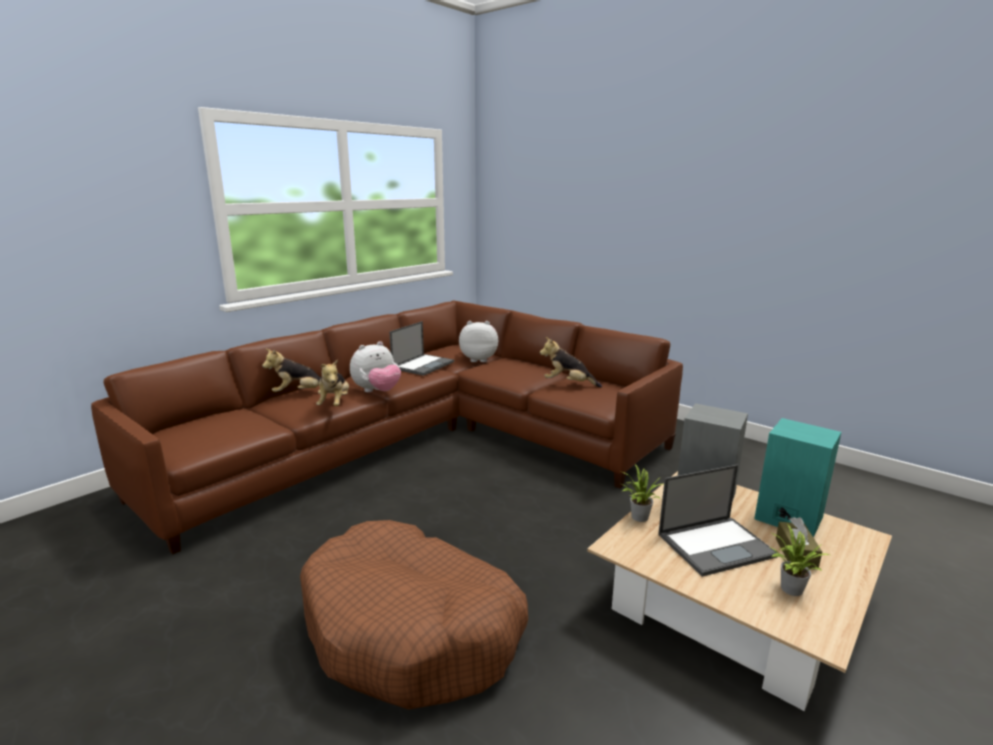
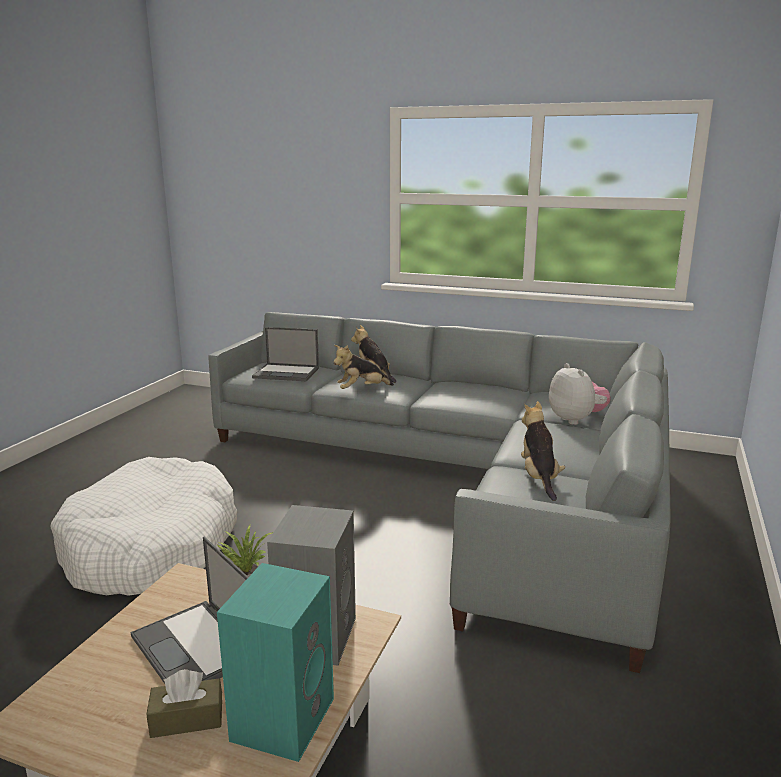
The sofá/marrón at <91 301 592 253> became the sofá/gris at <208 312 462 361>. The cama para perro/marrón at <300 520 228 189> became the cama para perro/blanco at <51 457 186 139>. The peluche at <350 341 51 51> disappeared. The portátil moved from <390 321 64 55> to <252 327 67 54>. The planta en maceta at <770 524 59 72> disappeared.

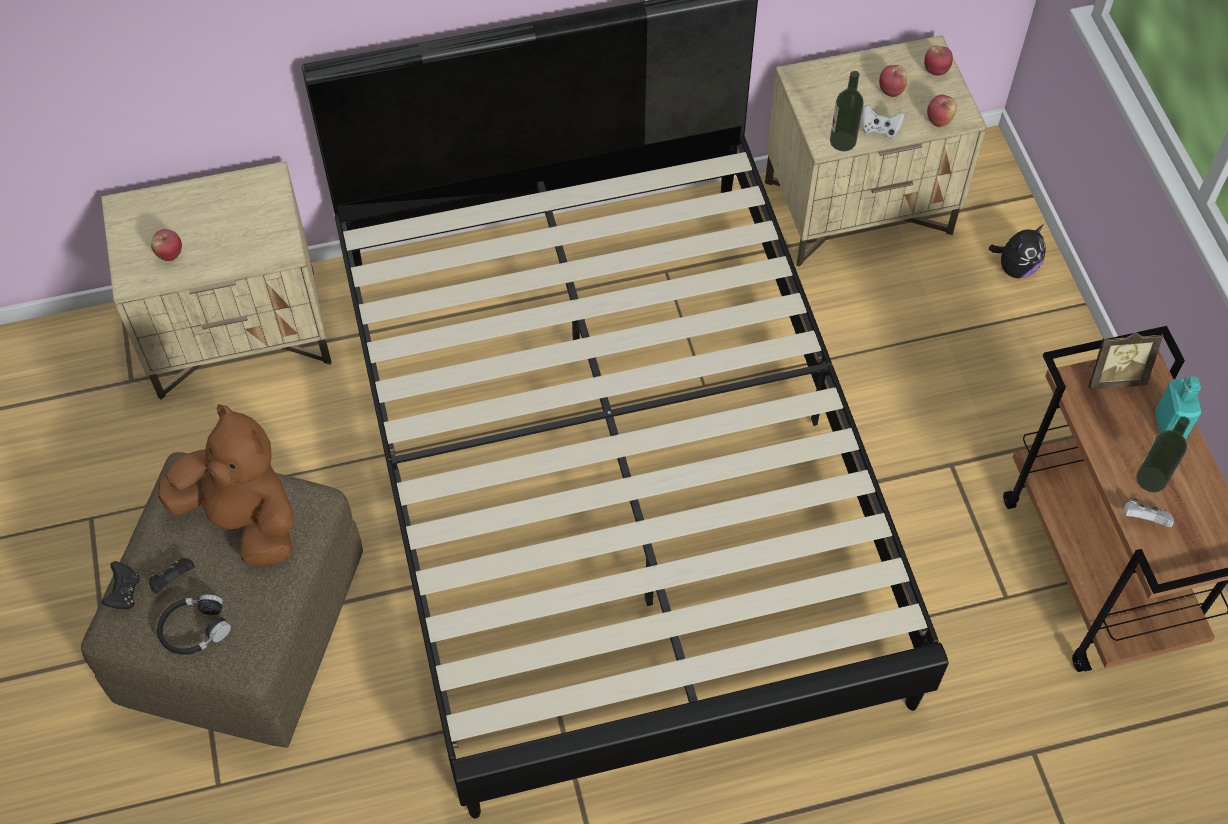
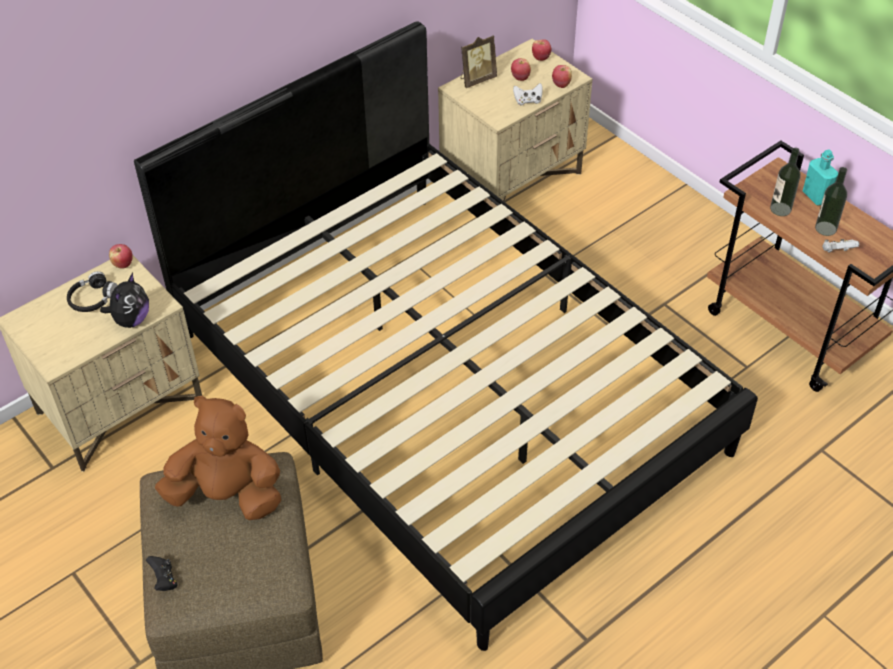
The mando de consola/negro at <149 558 46 35> disappeared. The manzana moved from <151 229 31 32> to <109 244 24 25>. The auriculares/negro moved from <157 594 74 61> to <67 271 51 41>. The botella moved from <830 71 34 80> to <770 148 31 68>. The peluche moved from <989 224 57 54> to <100 273 49 55>. The portarretratos moved from <1088 332 76 58> to <460 35 37 53>.

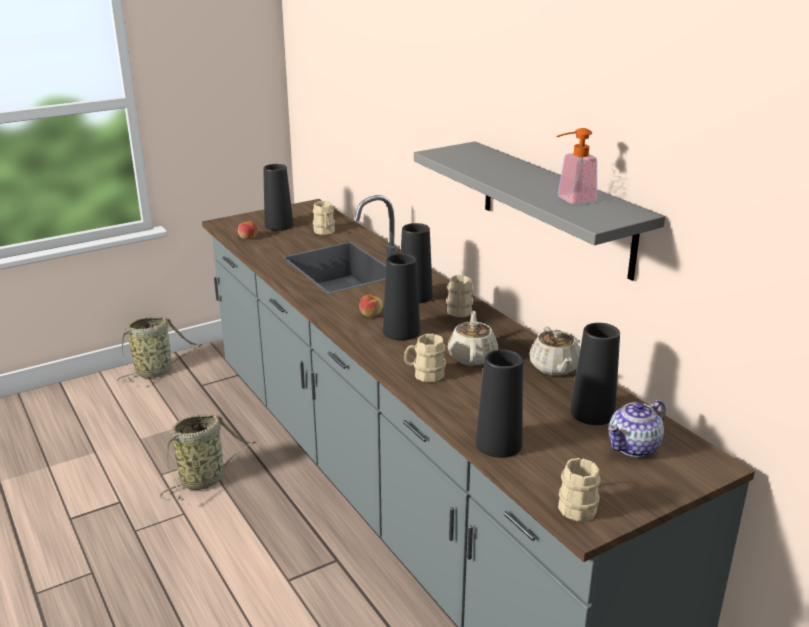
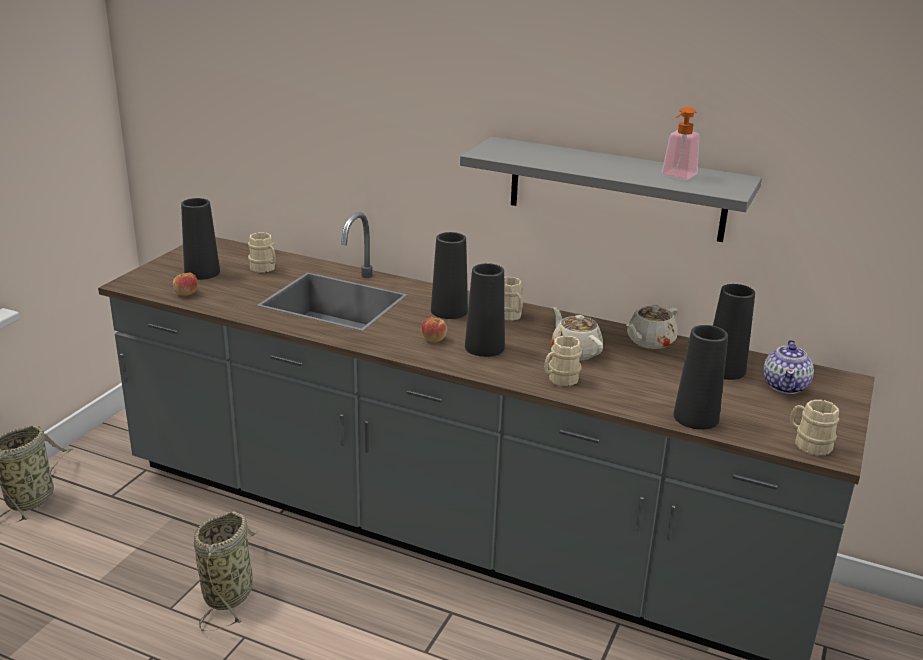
The tetera/beis at <529 327 51 49> turned 90 degrees clockwise.

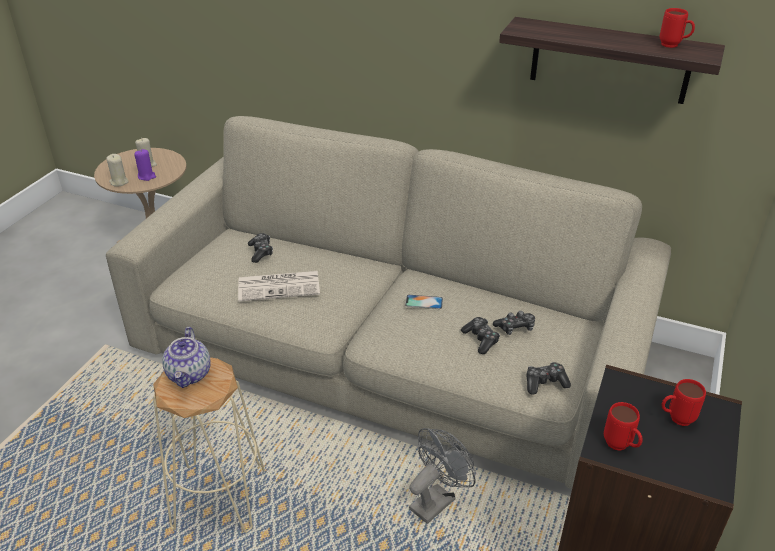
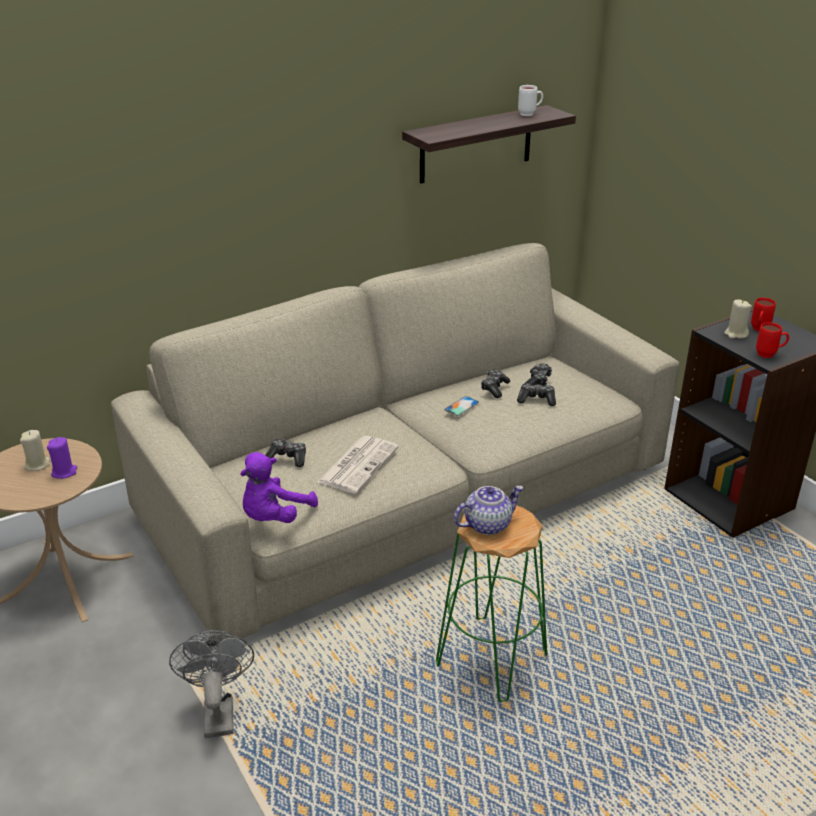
The vela/beis moved from <106 154 23 33> to <724 300 28 39>. The taburete/beis at <153 357 112 176> became the taburete/verde at <436 505 111 197>. The tetera at <162 327 49 61> turned 60 degrees counterclockwise. The ventilador/gris moved from <409 428 67 96> to <169 630 85 108>. The mando de consola moved from <527 362 44 33> to <481 369 29 29>. The taza grande/rojo at <660 8 35 40> became the taza grande/blanco at <518 85 25 31>. The peluche/morado at <240 452 78 71> appeared.

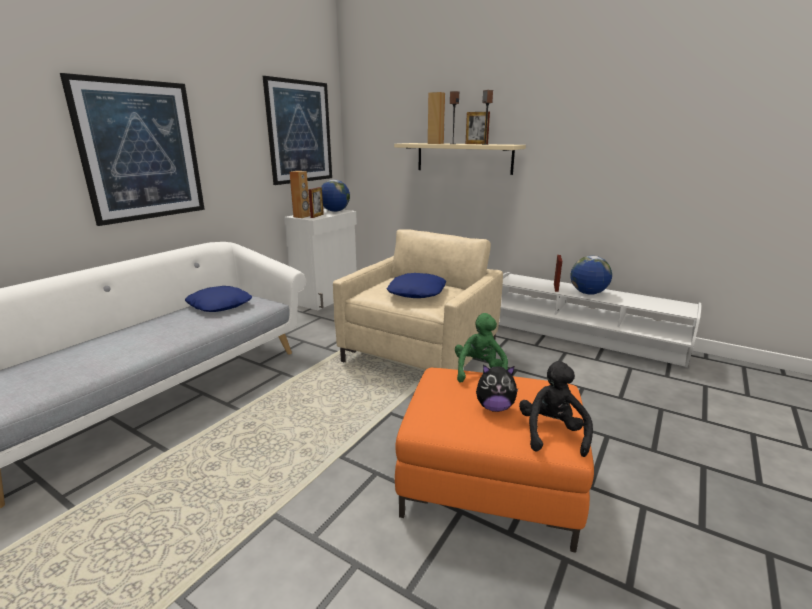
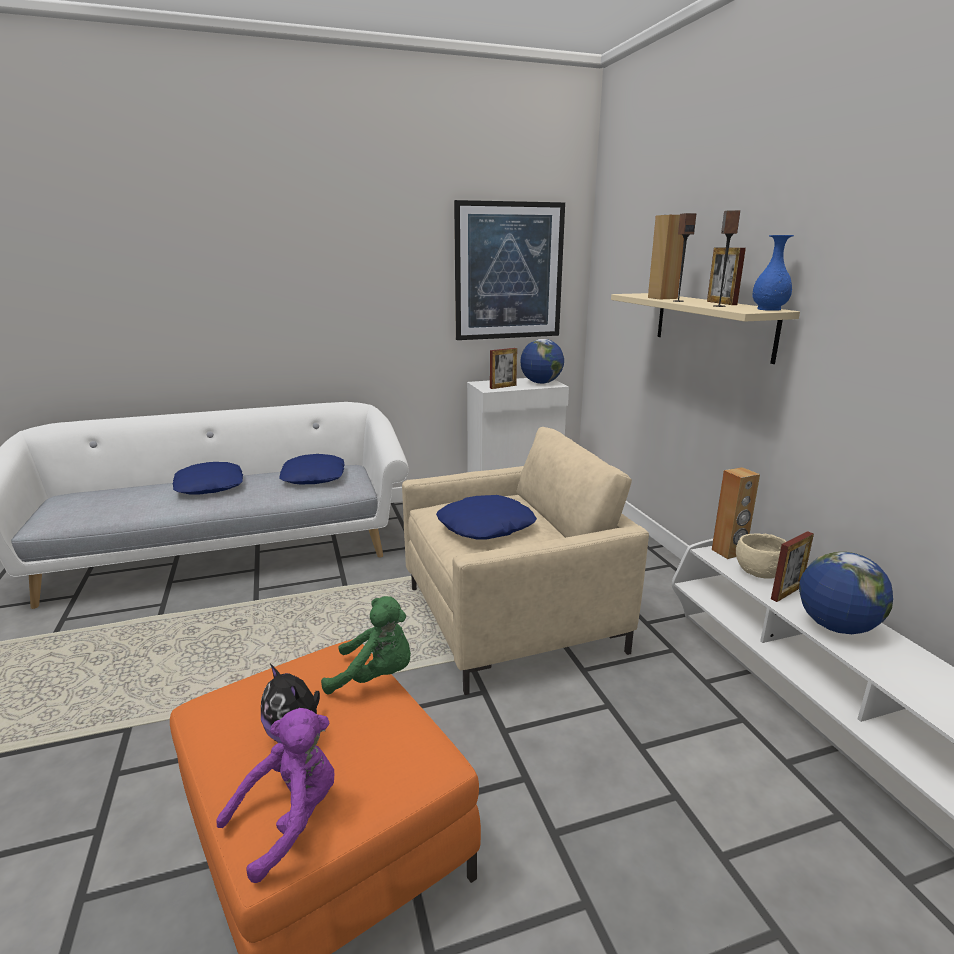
The cuadro at <60 73 145 153> disappeared. The altavoz/marrón moved from <290 171 20 47> to <712 467 48 92>. The peluche/verde at <455 313 53 70> turned 45 degrees clockwise. The peluche/negro at <519 361 74 96> became the peluche/morado at <216 708 119 175>. The cojín/azul at <173 462 70 33> appeared. The cuenco/beis at <736 534 51 45> appeared. The florero/azul at <752 235 42 76> appeared.

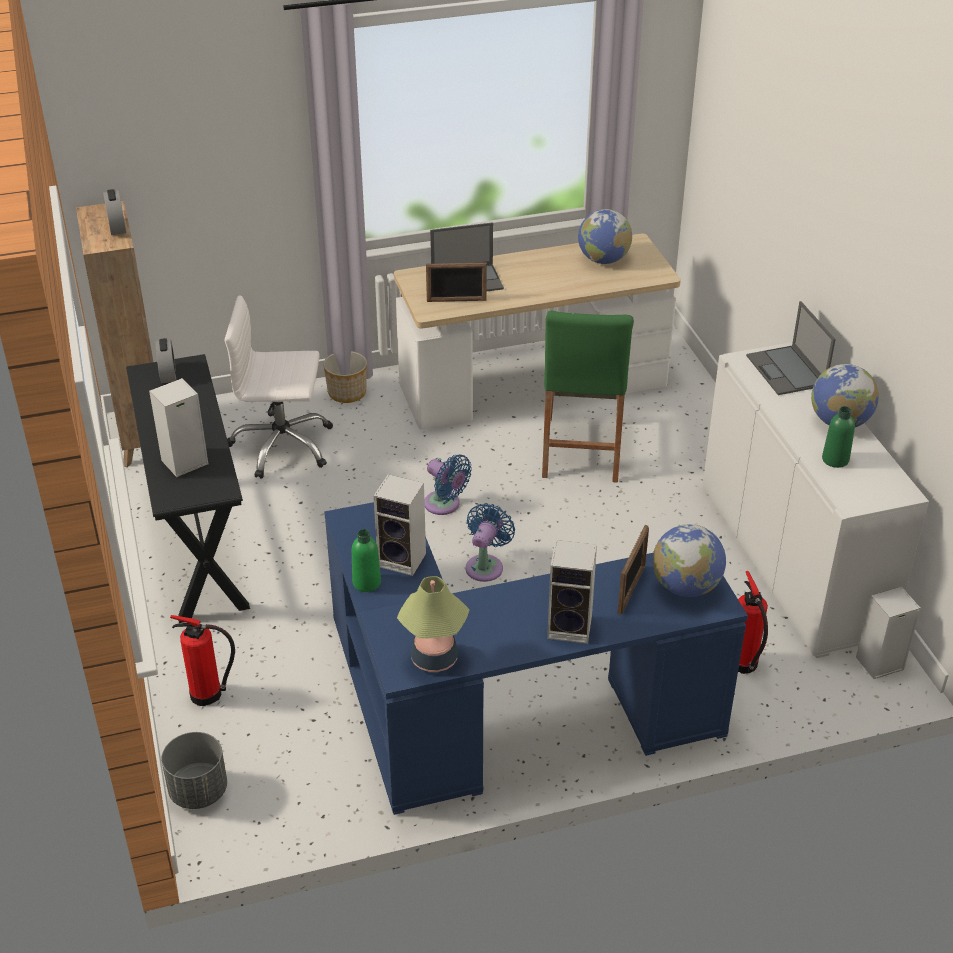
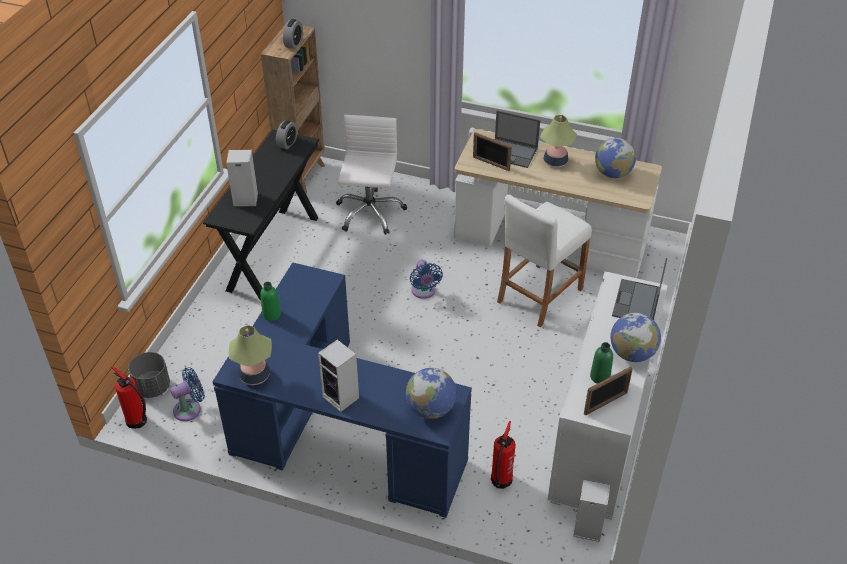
The extintor moved from <170 615 65 91> to <111 366 36 62>. The silla de oficina/blanco at <224 295 109 184> turned 60 degrees clockwise. The maceta at <323 351 44 52> disappeared. The altavoz at <374 474 52 102> disappeared. The ventilador/azul moved from <466 503 49 79> to <170 367 35 54>. The taburete/verde at <542 310 92 173> became the taburete/blanco at <497 195 95 132>. The portarretratos moved from <617 525 32 90> to <584 366 49 49>. The lámpara de mesa at <540 115 37 52> appeared.

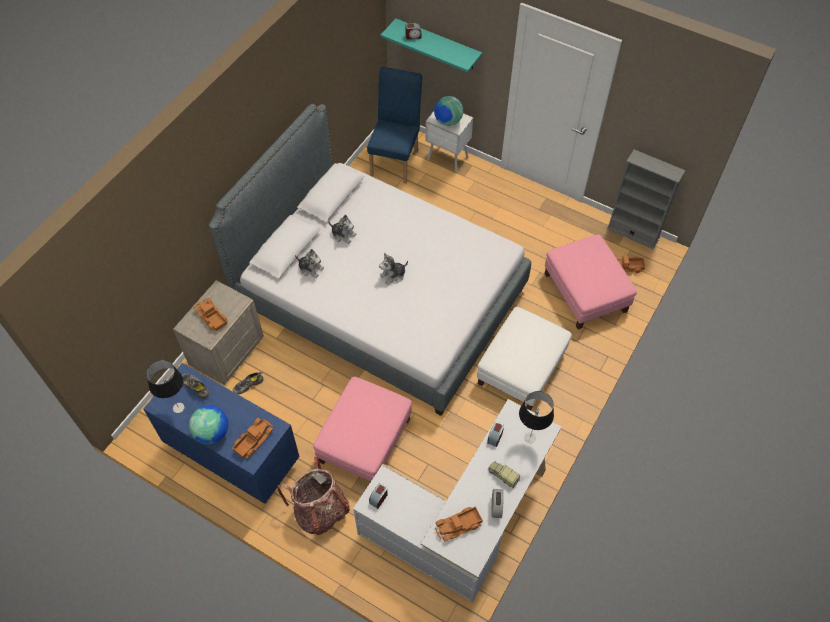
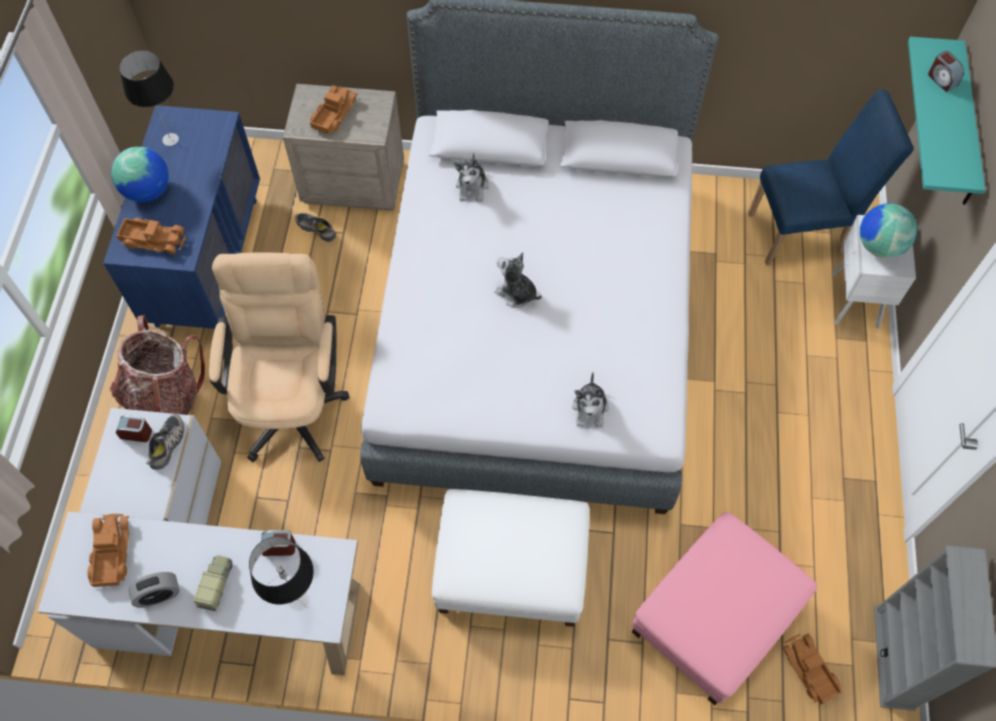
The zapato moved from <182 374 28 25> to <146 414 38 56>. The puf/rosa at <313 377 99 105> was replaced by the silla de oficina/beis at <209 252 141 210>. The peluche moved from <328 215 28 29> to <572 372 37 56>. The camión de juguete at <435 506 48 36> turned 45 degrees clockwise.

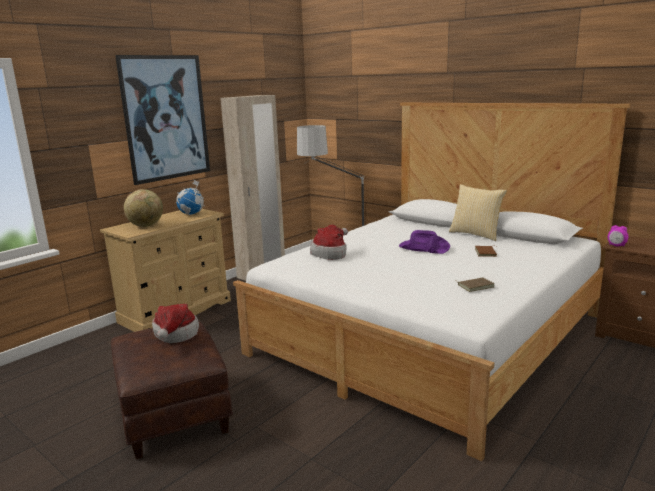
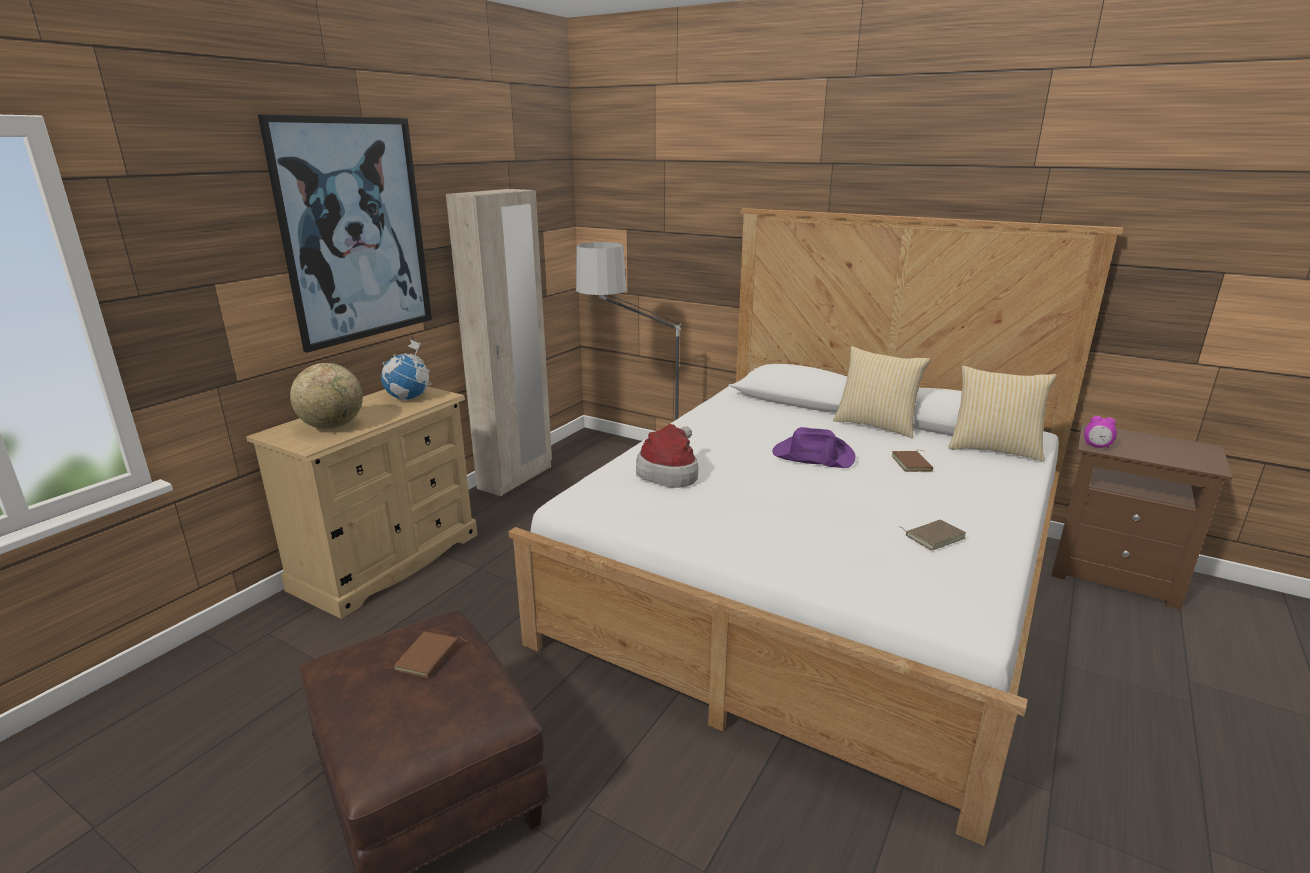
The sombrero at <152 304 47 39> was replaced by the libro/marrón at <394 631 74 47>. The cojín at <948 366 109 96> appeared.

